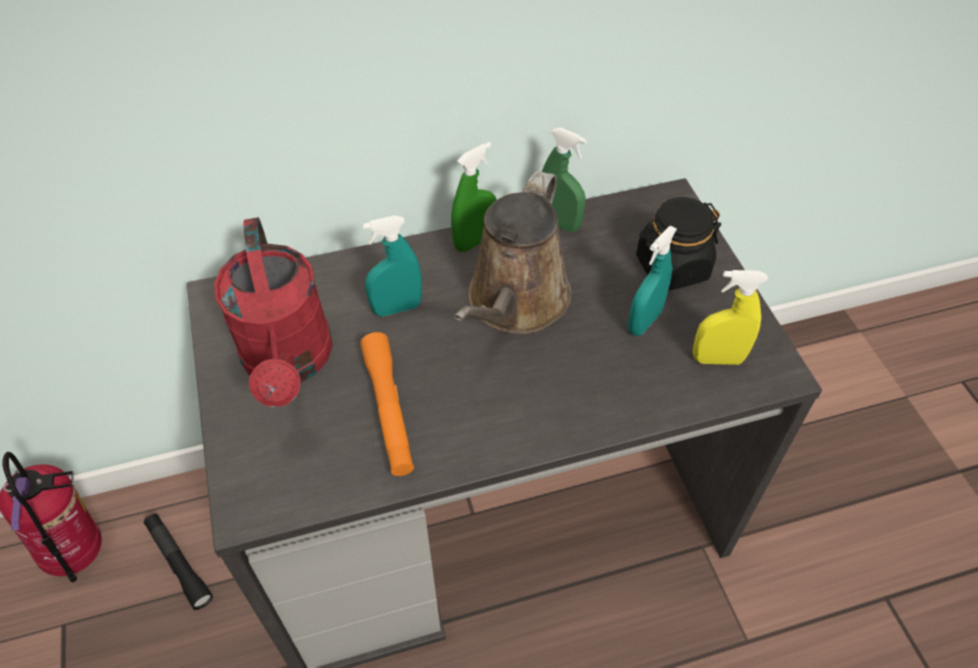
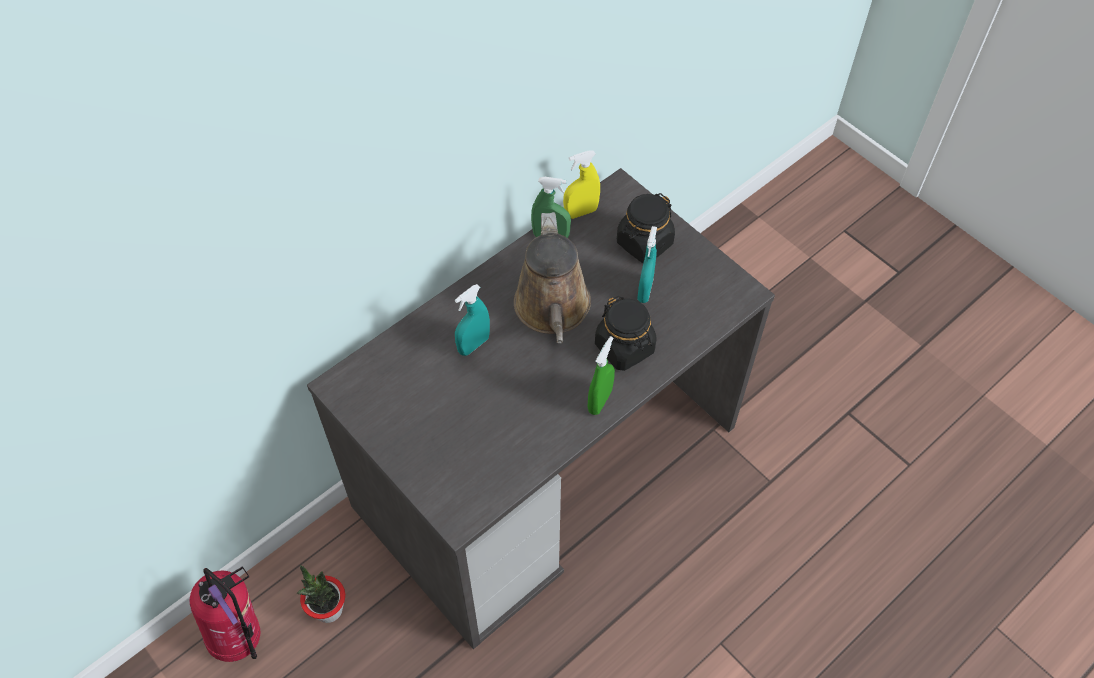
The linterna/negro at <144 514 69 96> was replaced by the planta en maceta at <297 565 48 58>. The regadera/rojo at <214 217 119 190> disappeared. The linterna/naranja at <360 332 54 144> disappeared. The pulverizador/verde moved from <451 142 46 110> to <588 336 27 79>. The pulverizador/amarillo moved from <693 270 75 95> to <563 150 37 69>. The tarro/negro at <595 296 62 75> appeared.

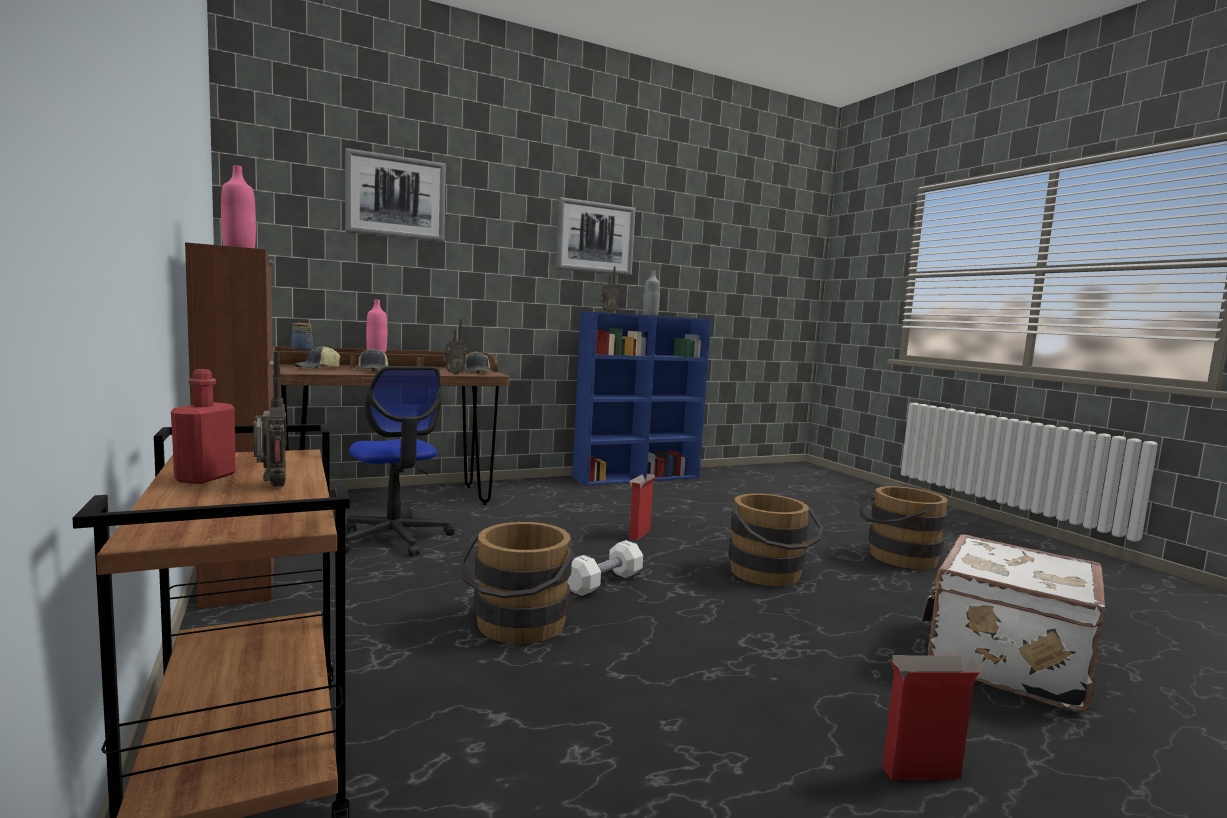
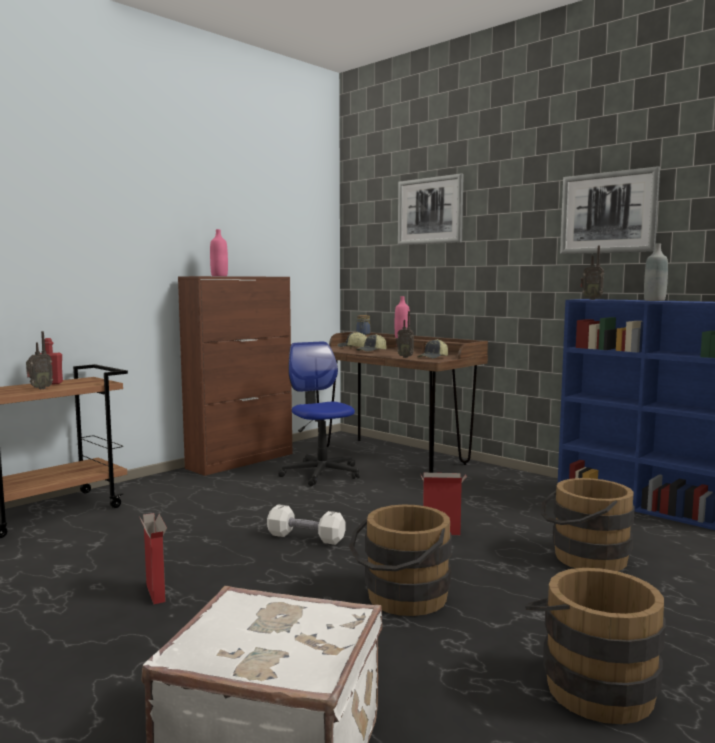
The silla de oficina at <345 366 110 190> turned 120 degrees clockwise. The cubo/marrón moved from <459 522 116 122> to <540 478 95 93>. The caja de cartón moved from <882 655 103 125> to <139 513 28 91>.

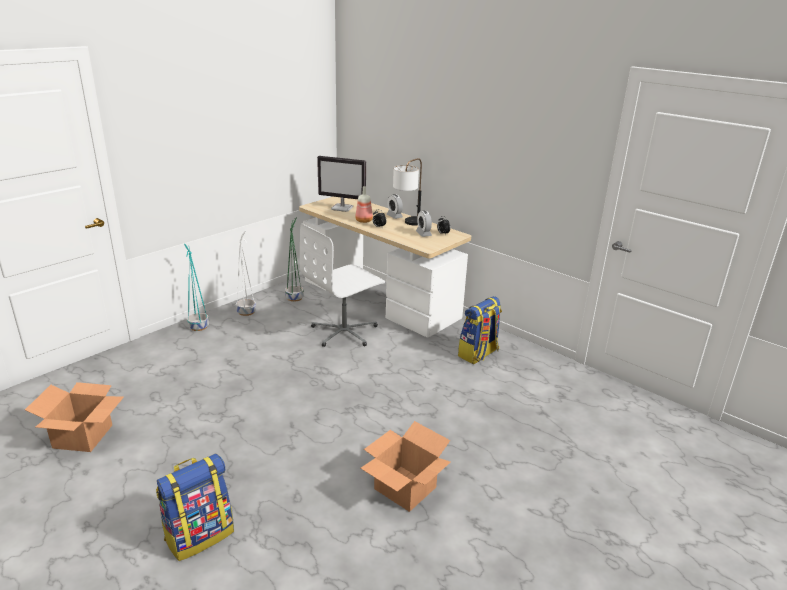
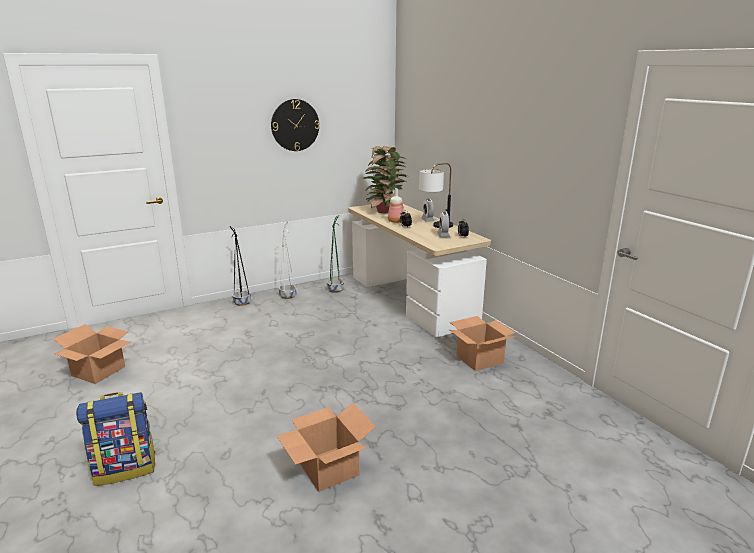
The maceta/turquesa at <184 244 25 87> became the maceta/negro at <230 226 21 80>. The silla de oficina/blanco at <300 223 85 124> disappeared. The monitor at <317 156 49 56> was replaced by the planta en maceta at <362 146 45 67>. The mochila at <458 296 44 68> was replaced by the caja de cartón at <450 316 67 55>. The reloj de pared at <271 99 49 52> appeared.

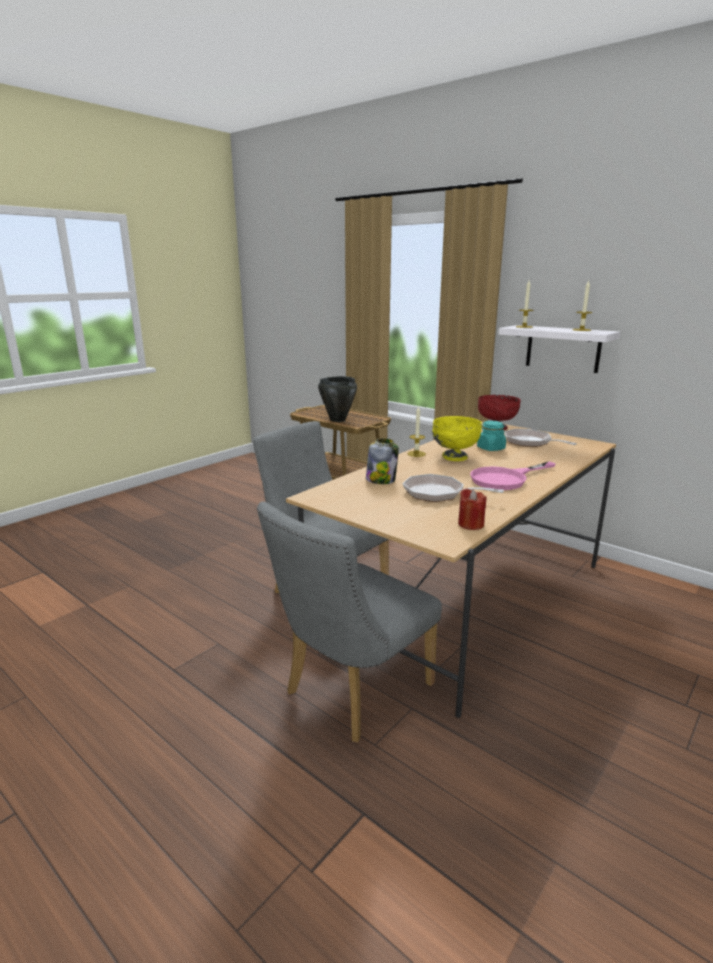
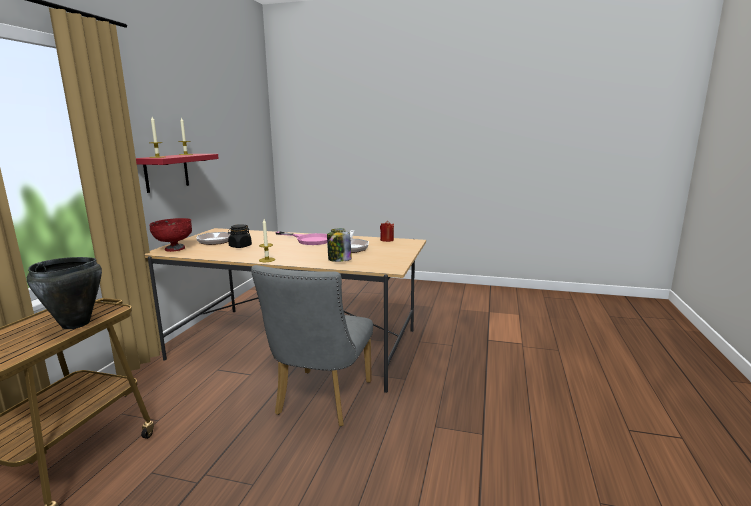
The silla/gris at <257 502 185 240> disappeared. The cuenco/amarillo at <432 416 50 45> disappeared. The tarro/turquesa at <477 421 29 30> became the tarro/negro at <228 224 24 24>. The estante/blanco at <499 325 121 48> became the estante/rojo at <136 154 83 39>.

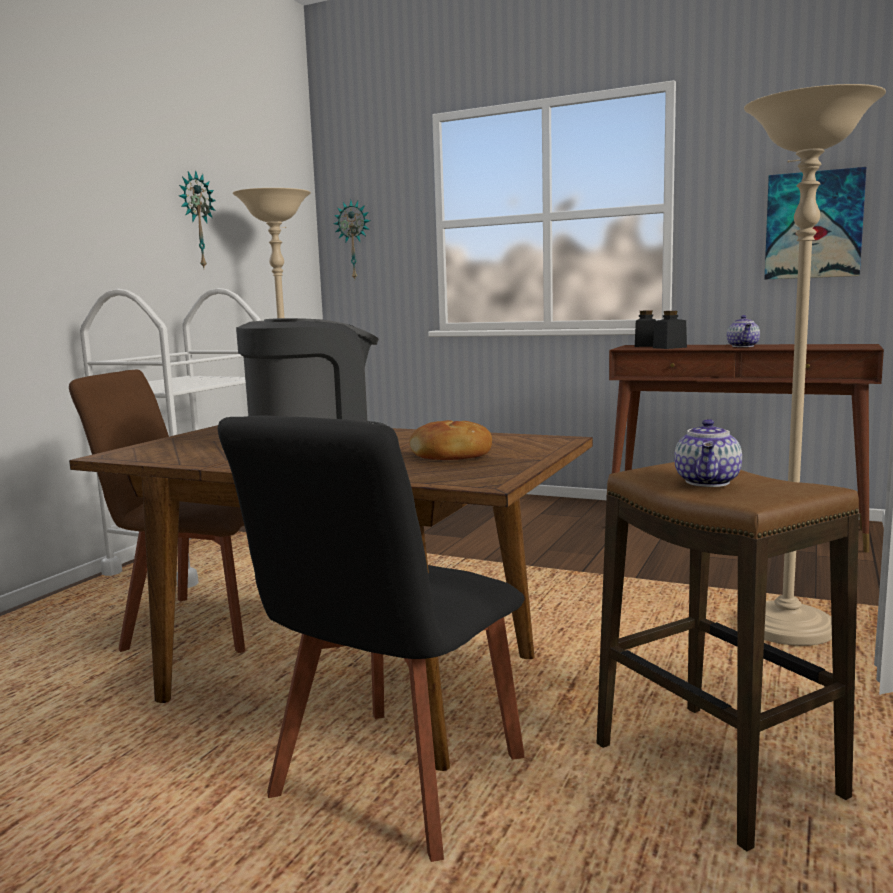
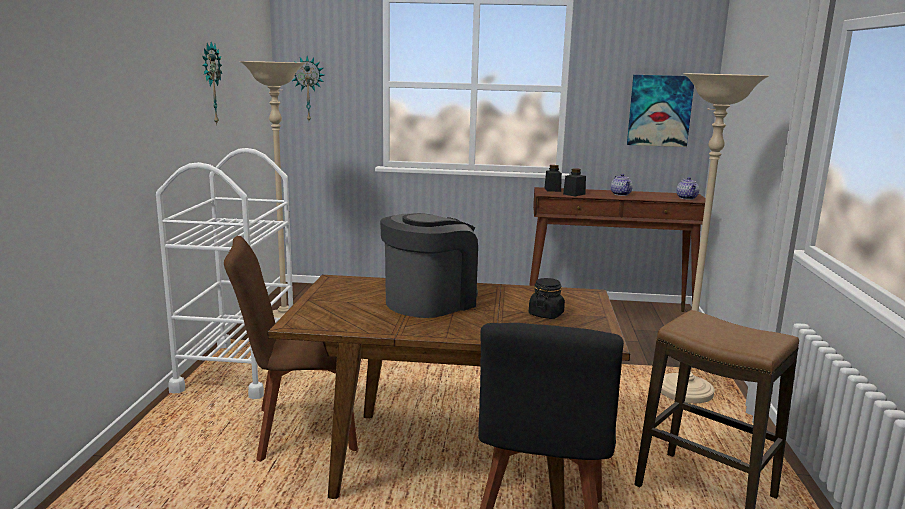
The pan at <410 420 82 40> was replaced by the tarro/negro at <529 278 36 41>. The tetera moved from <674 419 68 68> to <676 177 23 23>.

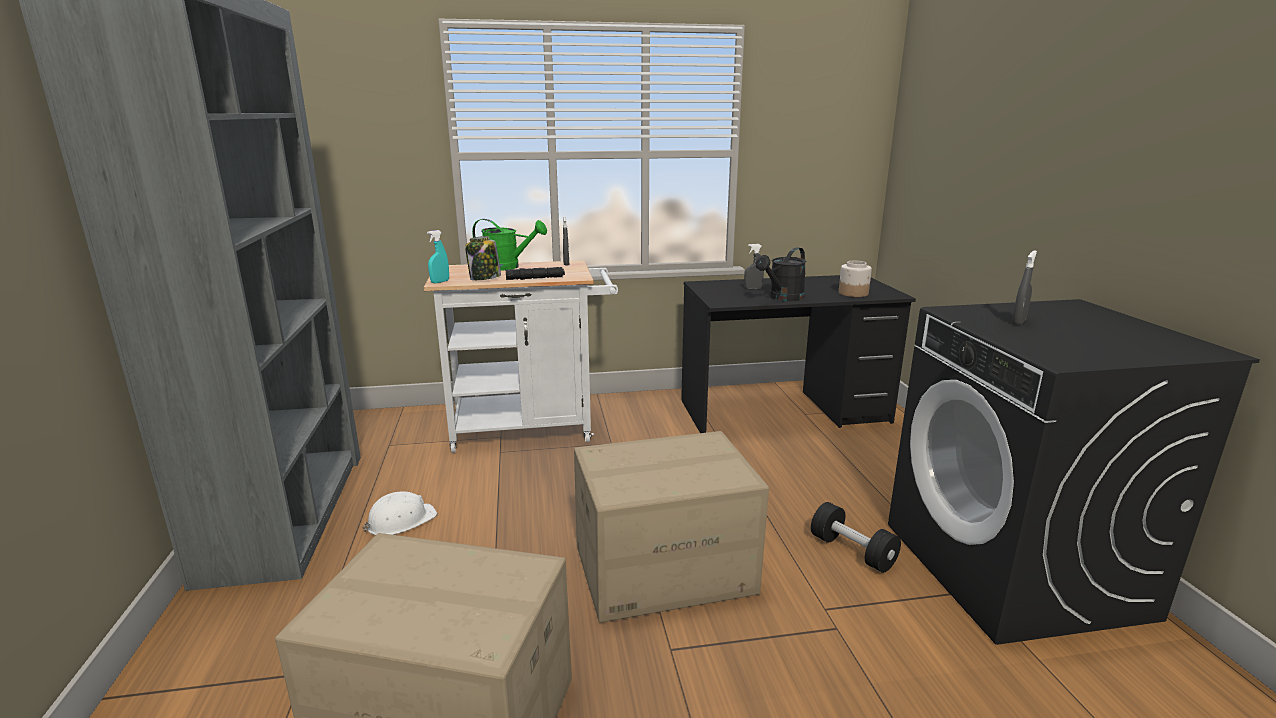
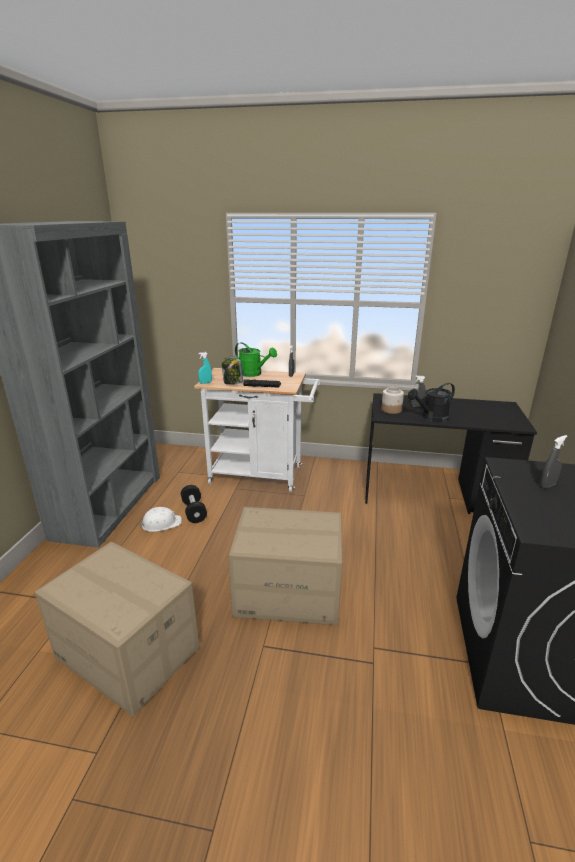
The mancuerna/negro moved from <811 502 90 71> to <181 485 26 38>. The tarro moved from <839 261 33 36> to <381 387 23 27>.

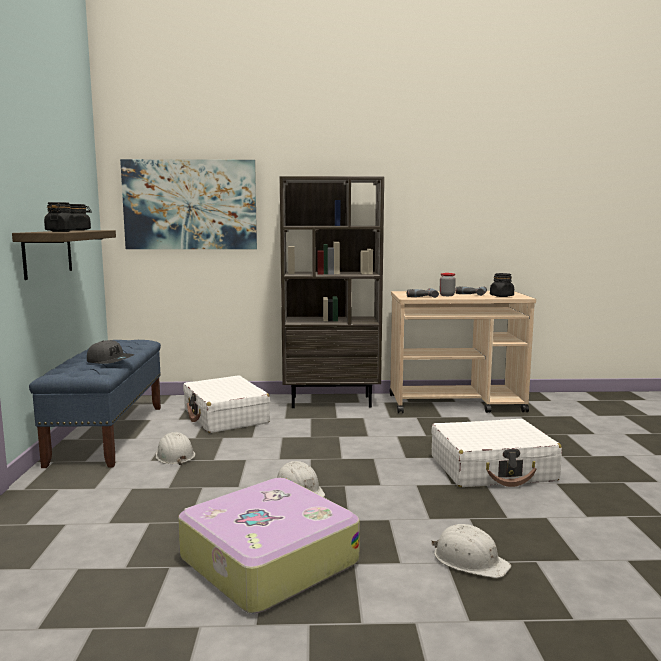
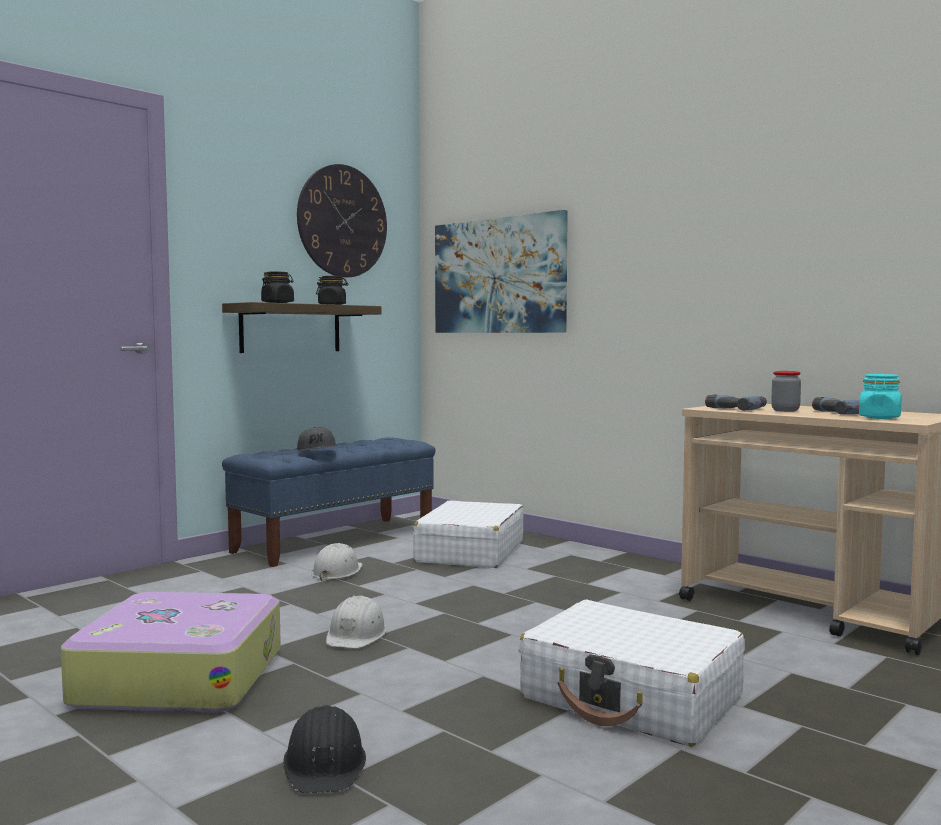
The estantería/marrón at <280 176 104 232> disappeared. The casco/blanco at <431 524 80 54> became the casco/negro at <283 705 83 88>. The tarro/negro at <490 273 24 24> became the tarro/turquesa at <859 374 43 45>. The reloj de pared at <297 164 90 114> appeared.

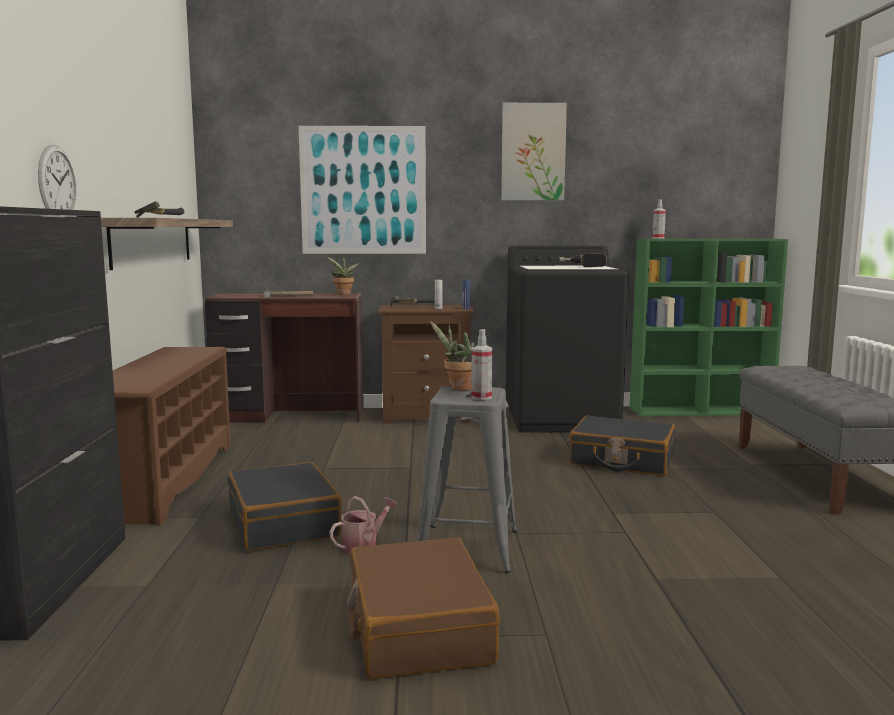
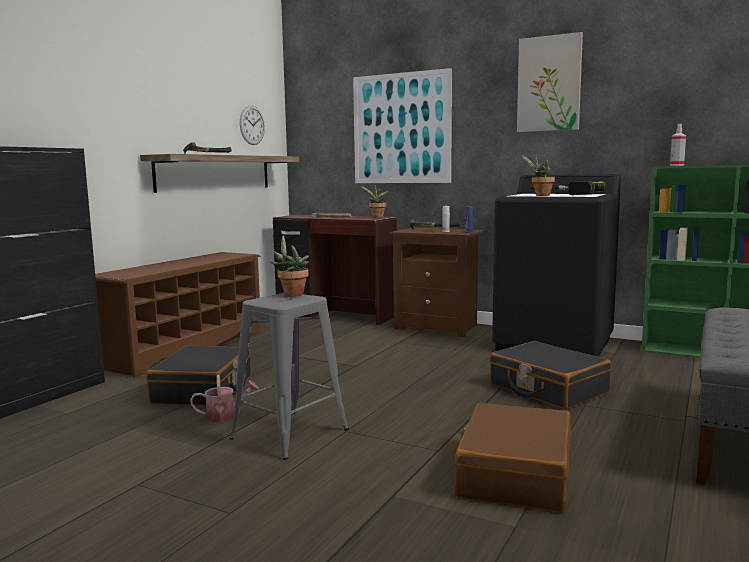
The reloj de pared moved from <38 145 38 65> to <240 105 25 40>. The maleta/marrón moved from <347 538 153 141> to <455 403 117 109>. The pulverizador at <471 329 22 71> disappeared. The planta en maceta at <521 155 34 41> appeared.

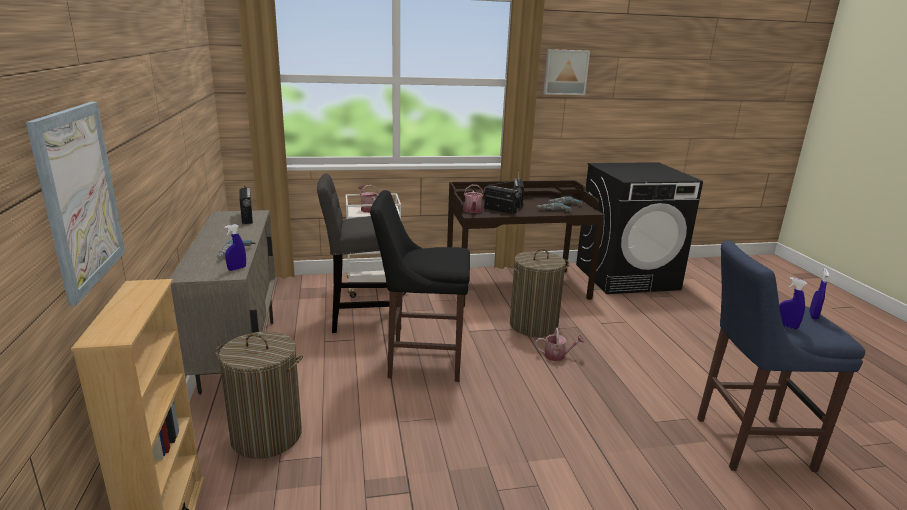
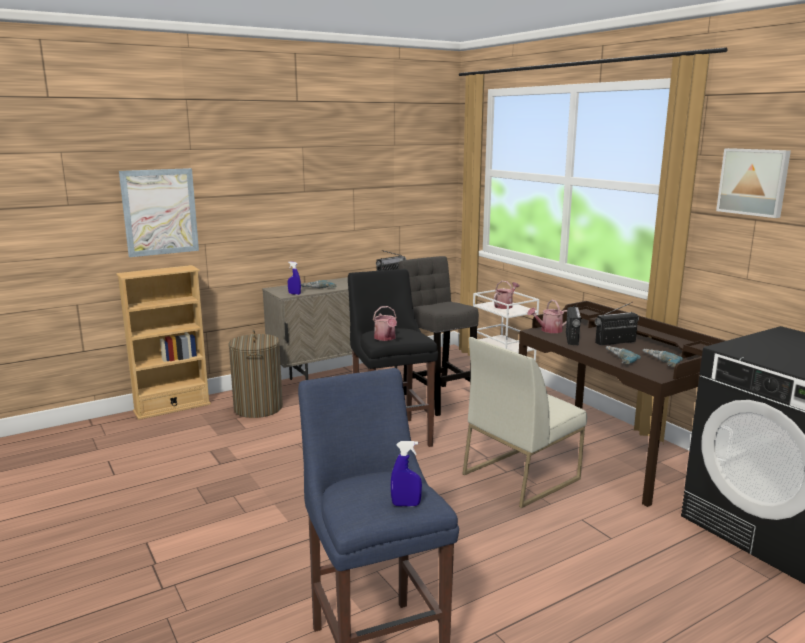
The cesto de la ropa at <510 249 59 88> was replaced by the silla/blanco at <463 337 124 171>. The regadera moved from <535 328 50 33> to <373 306 24 35>. The pulverizador/azul at <779 277 28 52> disappeared.

